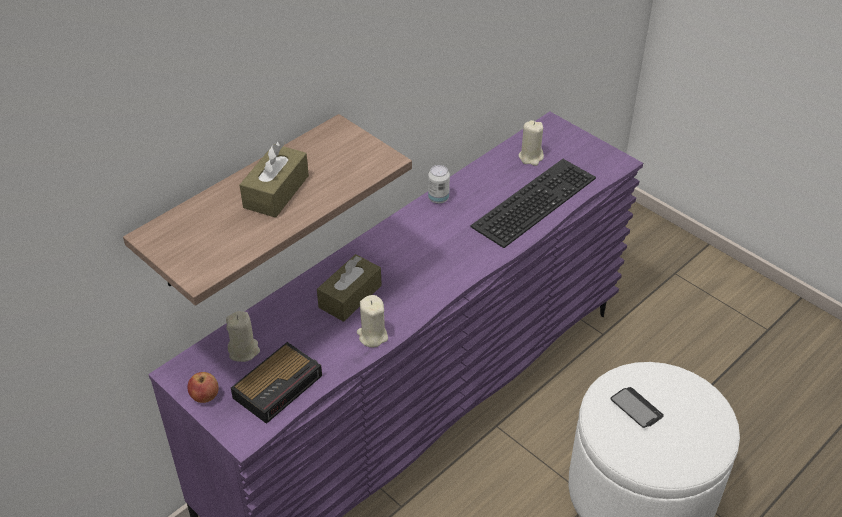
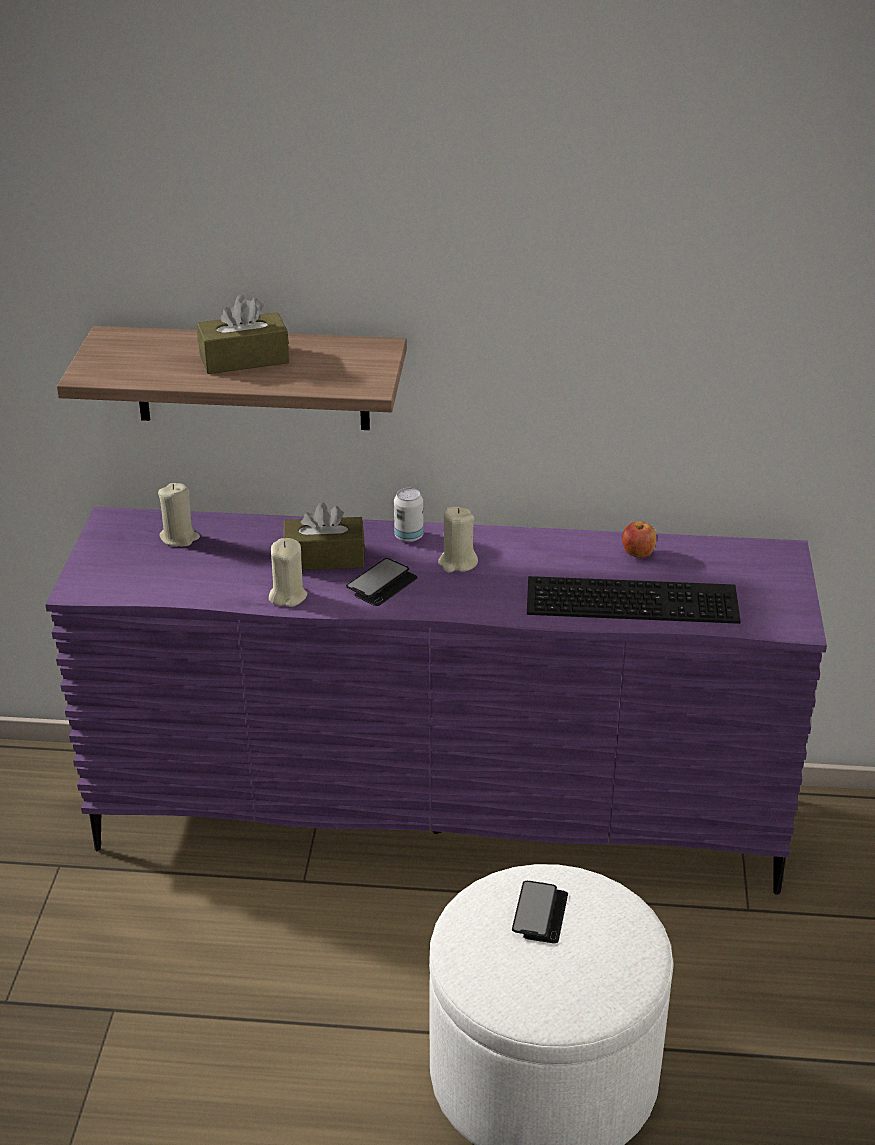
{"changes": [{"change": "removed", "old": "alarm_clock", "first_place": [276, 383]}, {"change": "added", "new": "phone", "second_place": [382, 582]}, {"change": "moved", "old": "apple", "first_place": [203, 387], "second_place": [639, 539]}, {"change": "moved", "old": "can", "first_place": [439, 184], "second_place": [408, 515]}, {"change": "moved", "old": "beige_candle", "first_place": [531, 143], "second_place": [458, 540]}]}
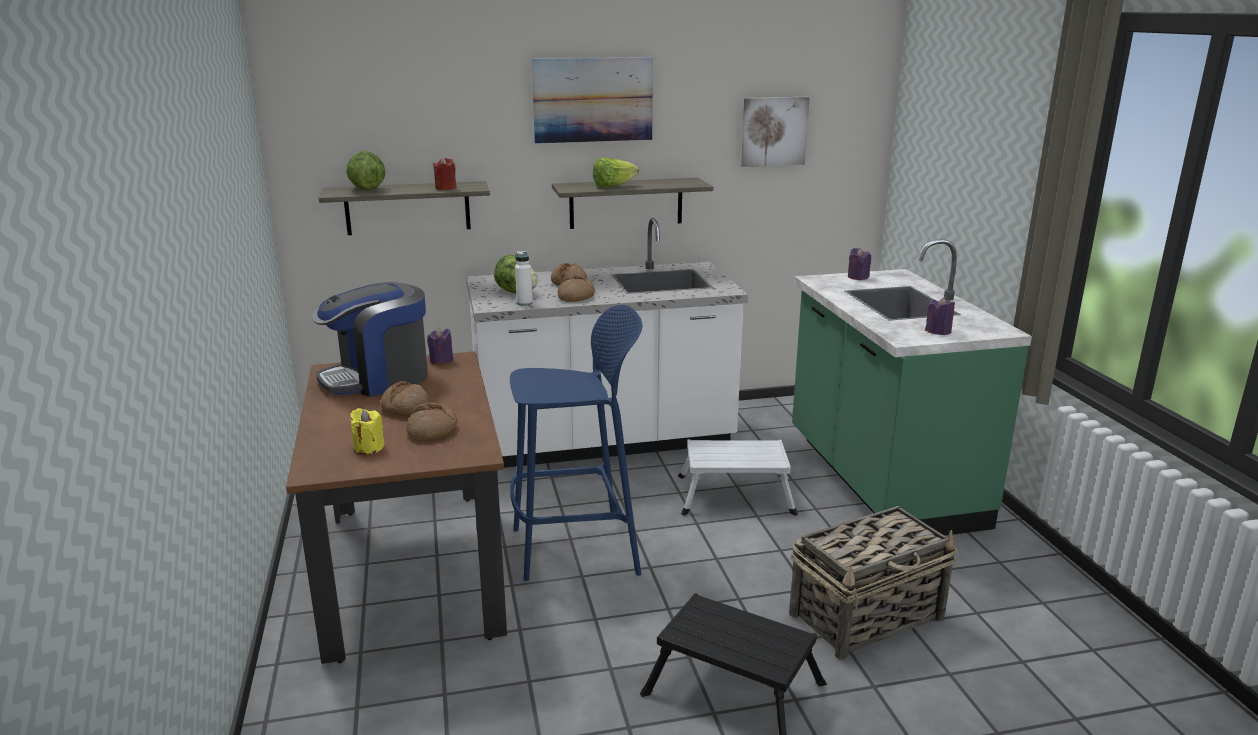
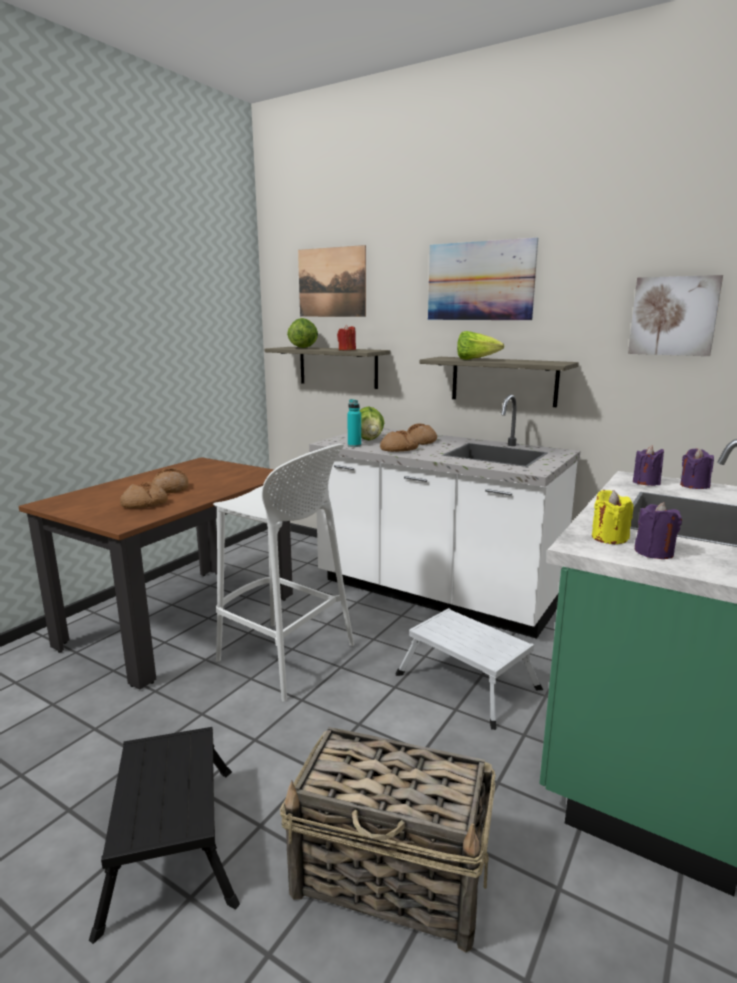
{"changes": [{"change": "removed", "old": "coffee_machine", "first_place": [370, 339]}, {"change": "added", "new": "picture", "second_place": [332, 281]}, {"change": "moved", "old": "yellow_candle", "first_place": [367, 431], "second_place": [612, 517]}, {"change": "moved", "old": "purple_candle", "first_place": [440, 346], "second_place": [648, 466]}, {"change": "recoloured", "old": "blue_stool", "new": "white_stool", "first_place": [576, 443], "second_place": [283, 573]}, {"change": "recoloured", "old": "white_bottle", "new": "turquoise_bottle", "first_place": [524, 278], "second_place": [354, 423]}]}
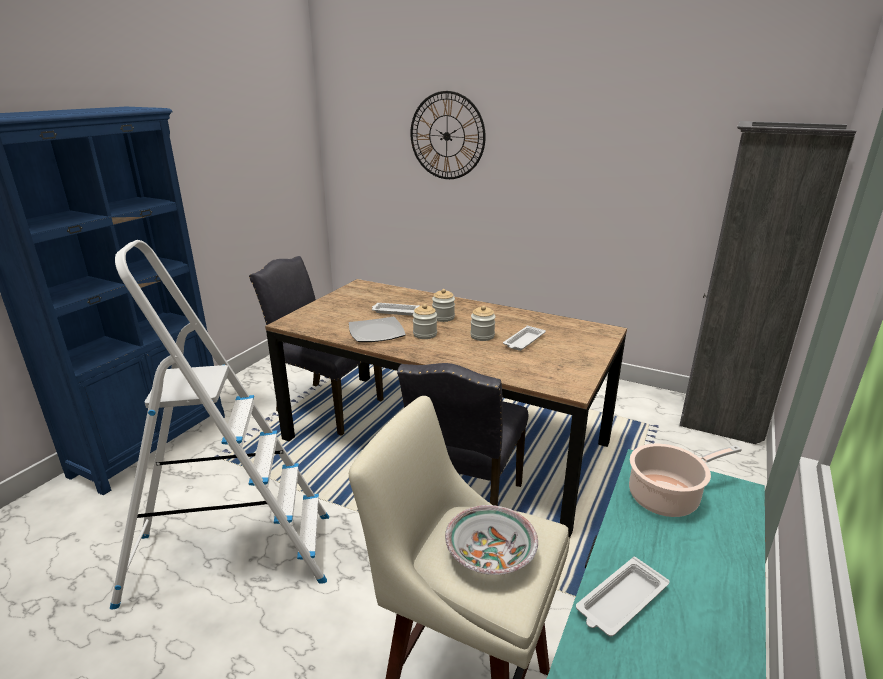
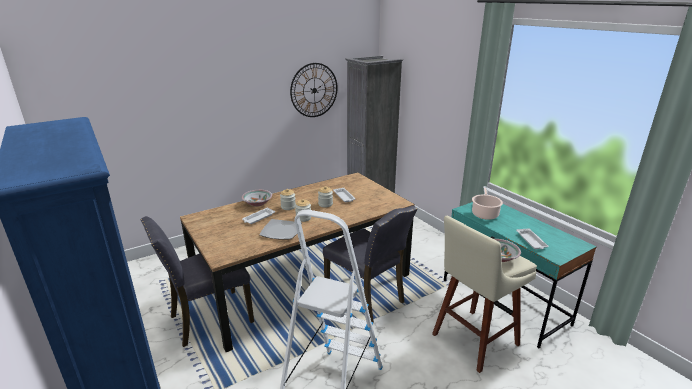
{"changes": [{"change": "added", "new": "bowl", "second_place": [257, 198]}, {"change": "moved", "old": "wall_clock", "first_place": [448, 135], "second_place": [314, 90]}]}
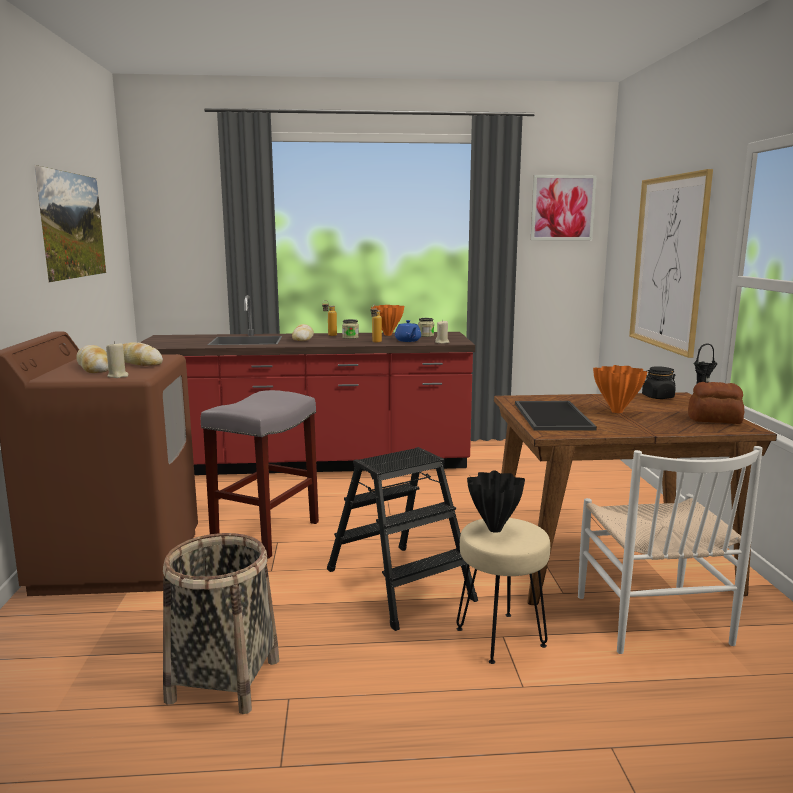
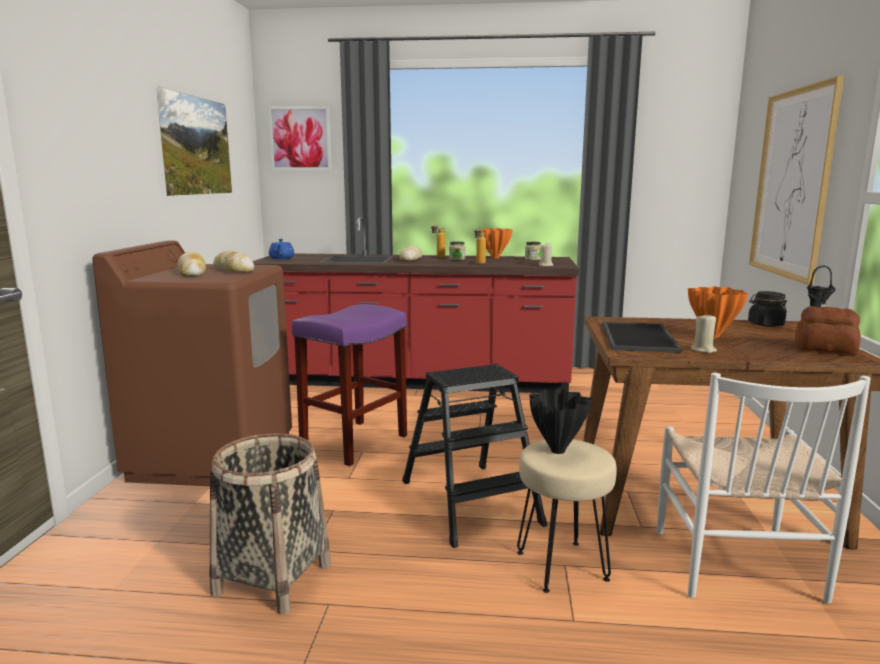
{"changes": [{"change": "moved", "old": "beige_candle", "first_place": [117, 359], "second_place": [704, 333]}, {"change": "moved", "old": "blue_teapot", "first_place": [408, 331], "second_place": [281, 249]}, {"change": "moved", "old": "picture", "first_place": [564, 207], "second_place": [300, 138]}, {"change": "recoloured", "old": "grey_stool", "new": "purple_stool", "first_place": [260, 474], "second_place": [349, 385]}]}
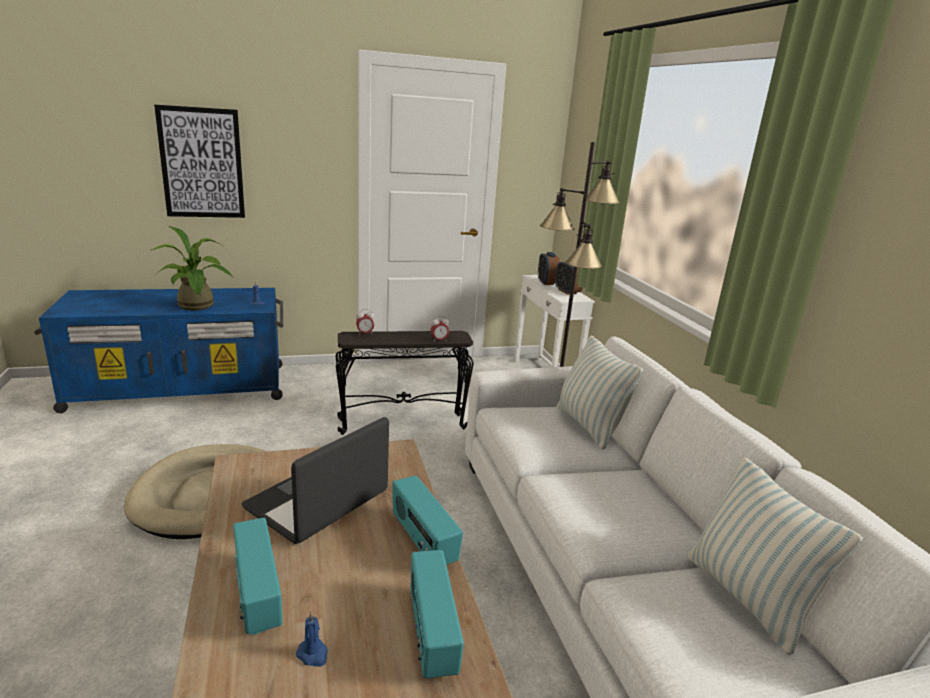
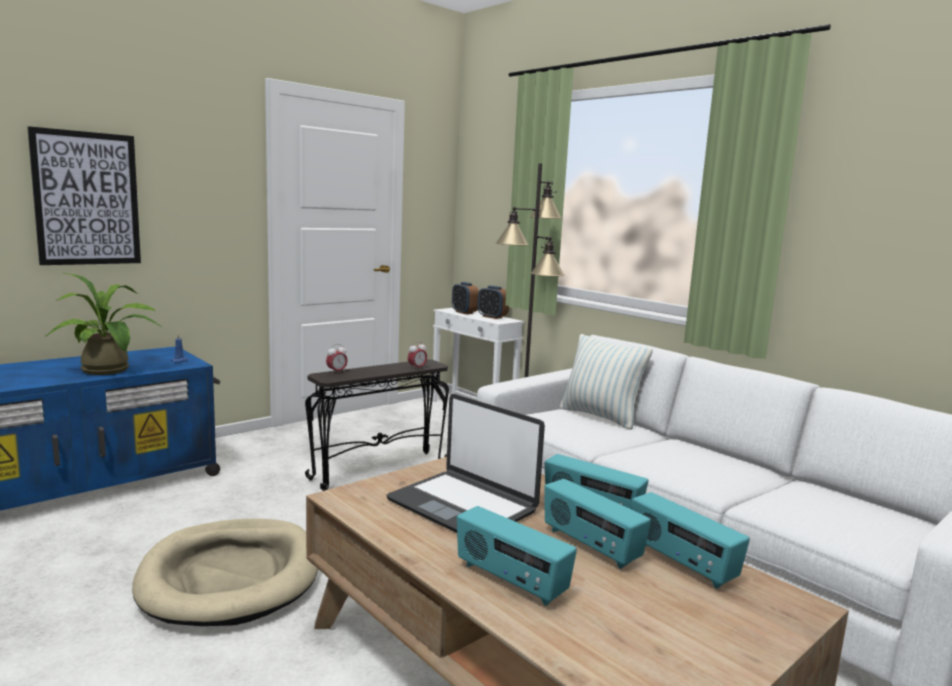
{"changes": [{"change": "removed", "old": "blue_candle", "first_place": [312, 639]}, {"change": "removed", "old": "pillow", "first_place": [775, 556]}, {"change": "added", "new": "radio", "second_place": [597, 524]}, {"change": "turned", "old": "laptop", "first_place": [315, 480], "second_place": [465, 463], "degrees": -60}]}
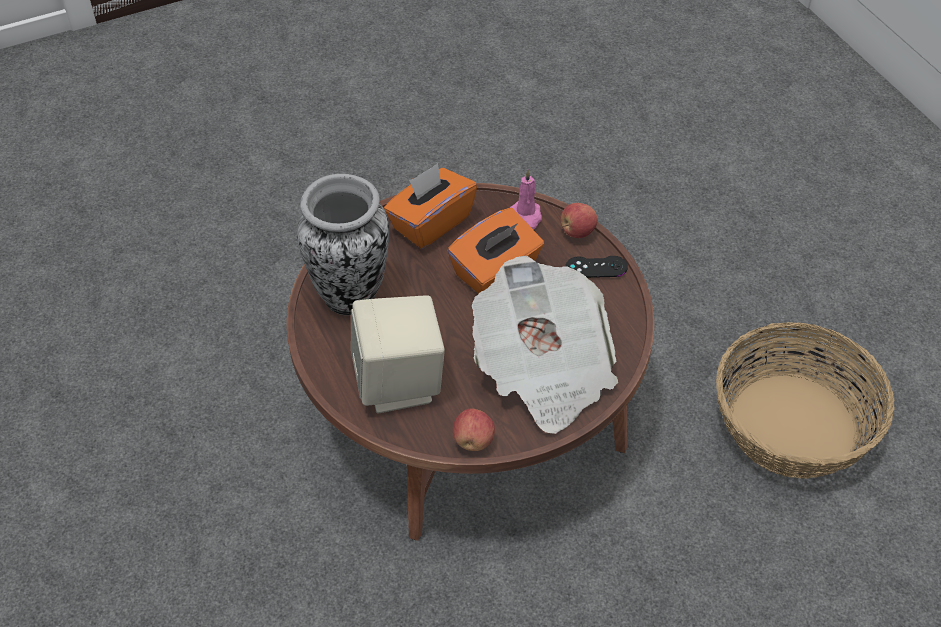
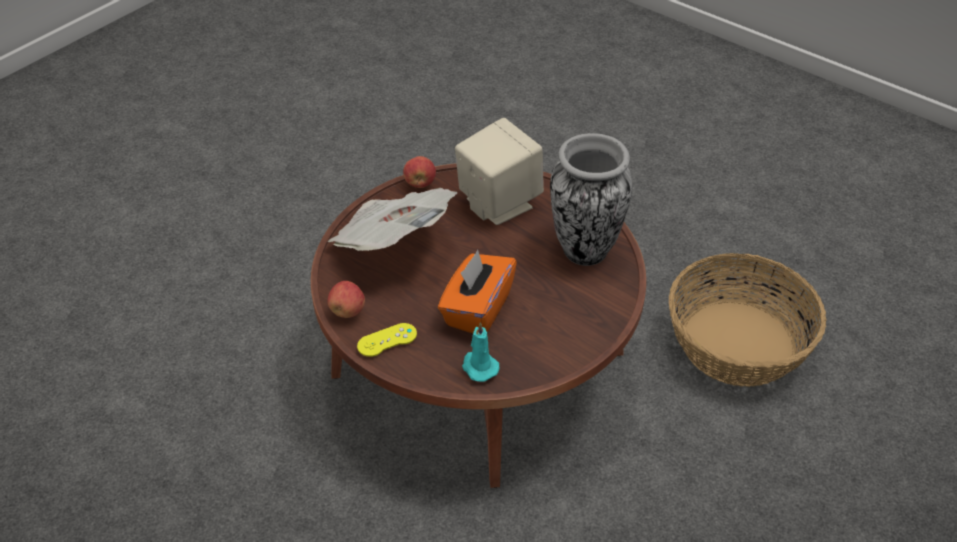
{"changes": [{"change": "removed", "old": "orange_tissue_box", "first_place": [430, 206]}, {"change": "moved", "old": "apple", "first_place": [579, 220], "second_place": [346, 299]}, {"change": "moved", "old": "basket", "first_place": [805, 400], "second_place": [748, 320]}, {"change": "recoloured", "old": "pink_candle", "new": "turquoise_candle", "first_place": [526, 200], "second_place": [481, 352]}, {"change": "recoloured", "old": "black_game_controller", "new": "yellow_game_controller", "first_place": [597, 267], "second_place": [387, 340]}]}
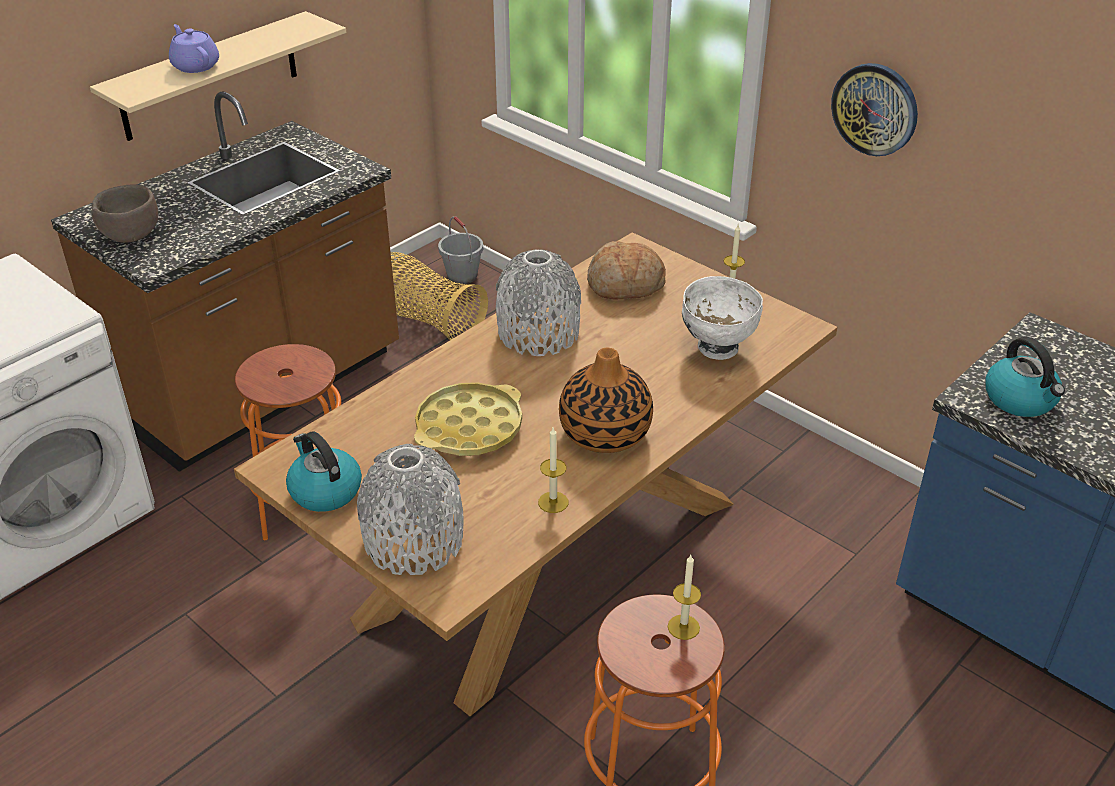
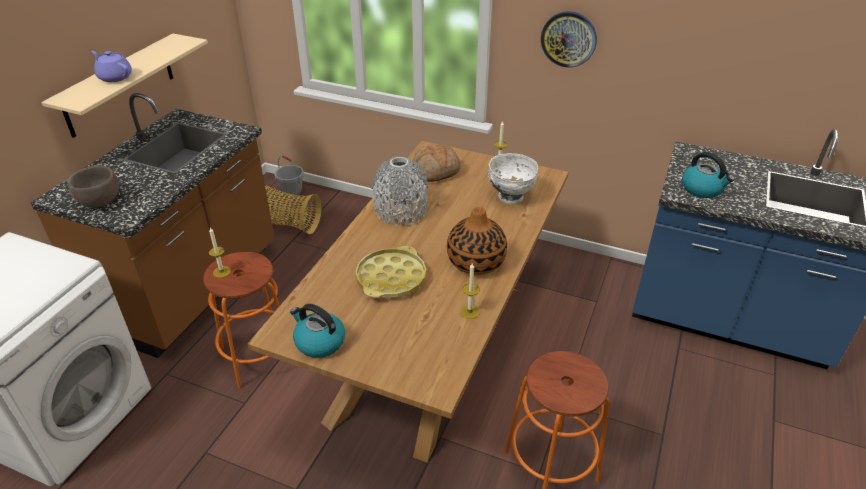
{"changes": [{"change": "removed", "old": "grey_vase", "first_place": [410, 509]}, {"change": "moved", "old": "candle", "first_place": [684, 597], "second_place": [220, 252]}]}
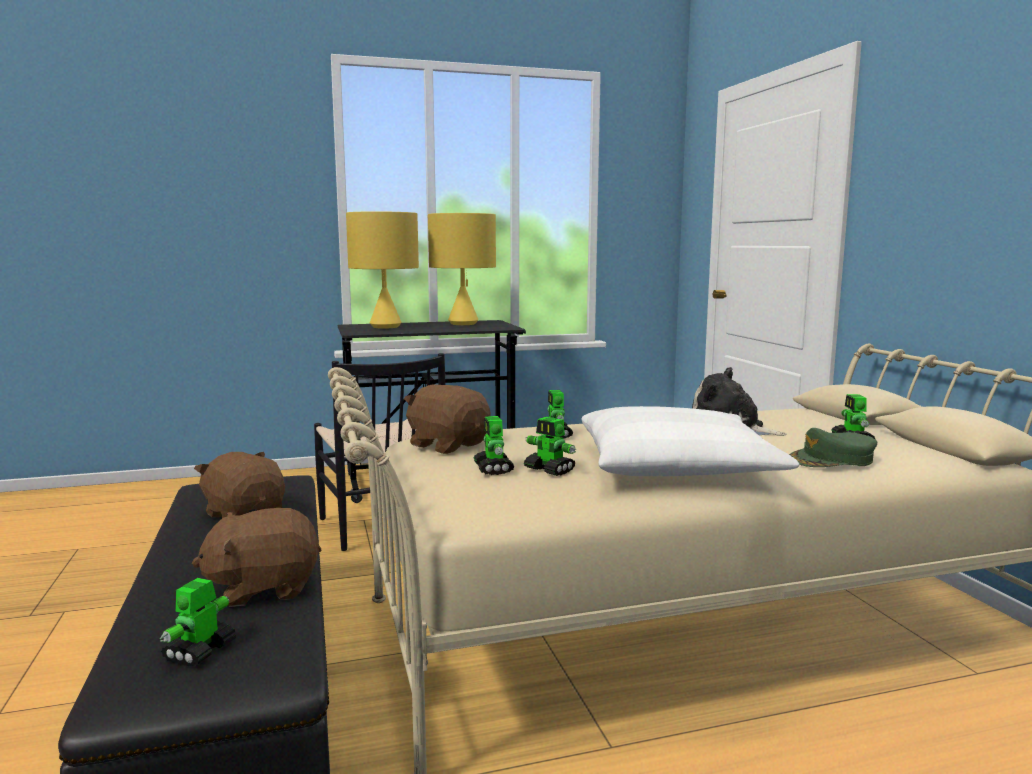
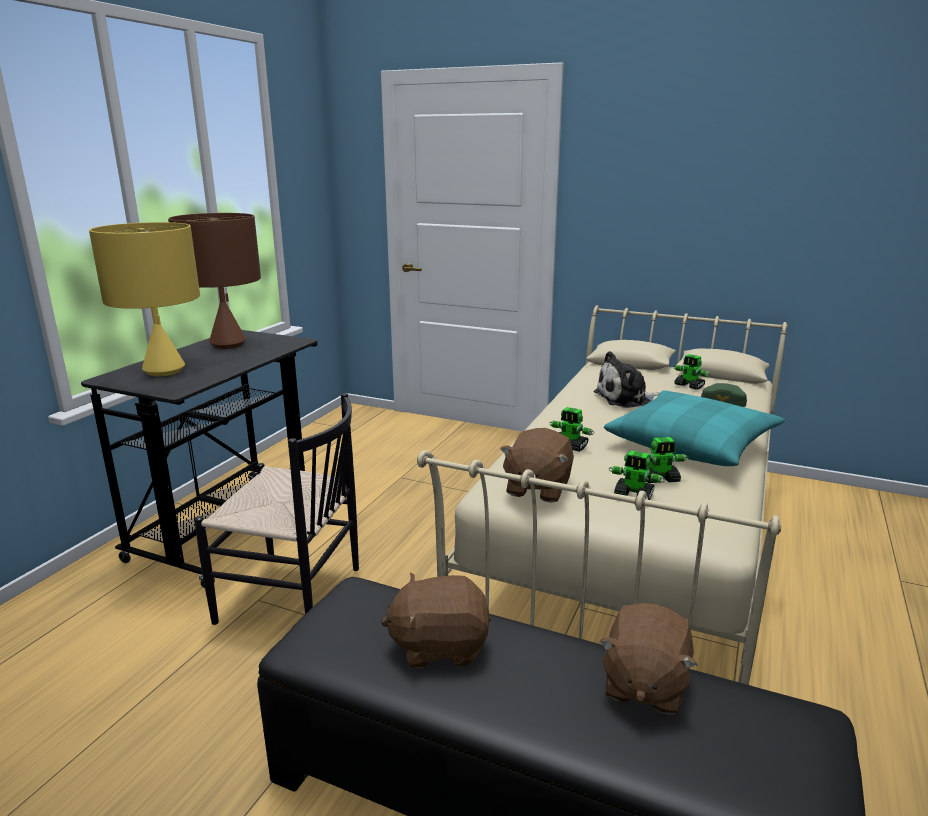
{"changes": [{"change": "removed", "old": "toy_robot", "first_place": [198, 622]}, {"change": "recoloured", "old": "yellow_table_lamp", "new": "brown_table_lamp", "first_place": [462, 269], "second_place": [214, 281]}, {"change": "recoloured", "old": "white_pillow", "new": "turquoise_pillow", "first_place": [690, 441], "second_place": [694, 428]}, {"change": "turned", "old": "brown_plush_toy", "first_place": [447, 419], "second_place": [537, 465], "degrees": -60}]}
